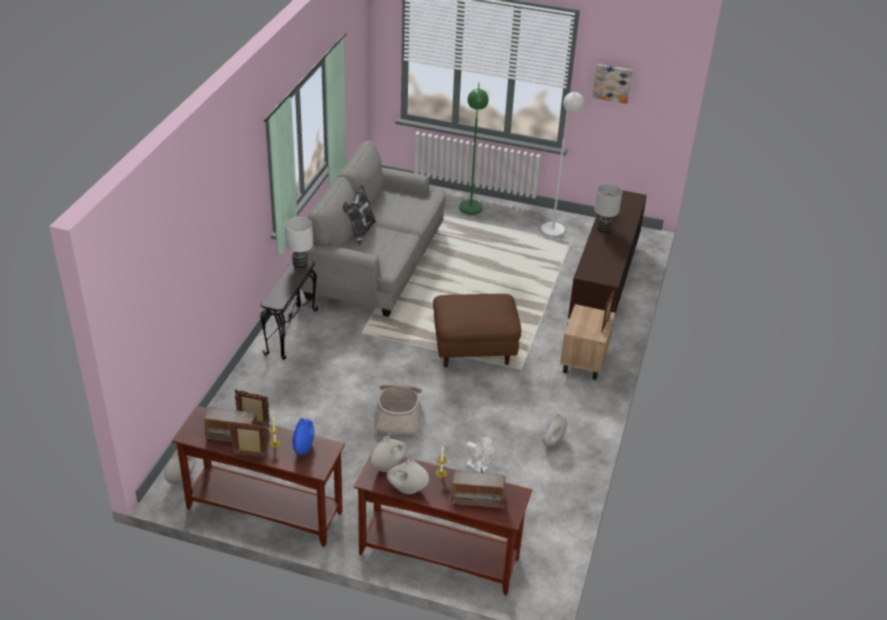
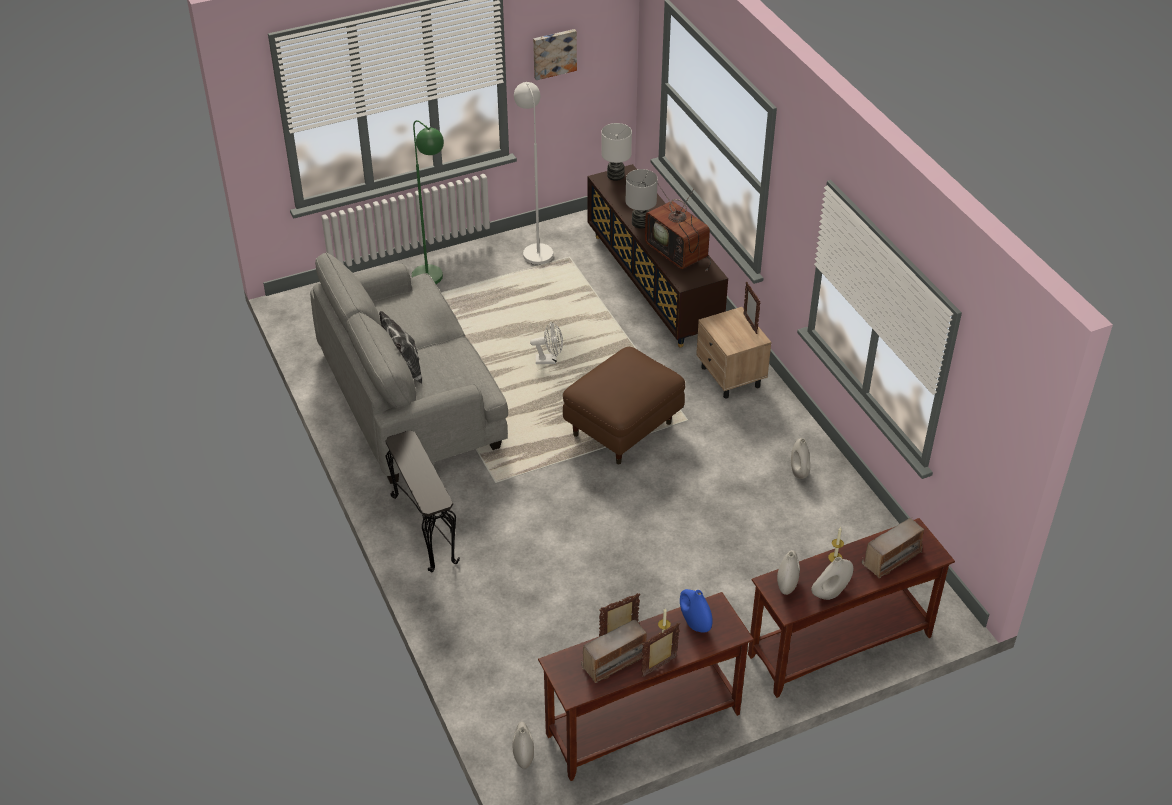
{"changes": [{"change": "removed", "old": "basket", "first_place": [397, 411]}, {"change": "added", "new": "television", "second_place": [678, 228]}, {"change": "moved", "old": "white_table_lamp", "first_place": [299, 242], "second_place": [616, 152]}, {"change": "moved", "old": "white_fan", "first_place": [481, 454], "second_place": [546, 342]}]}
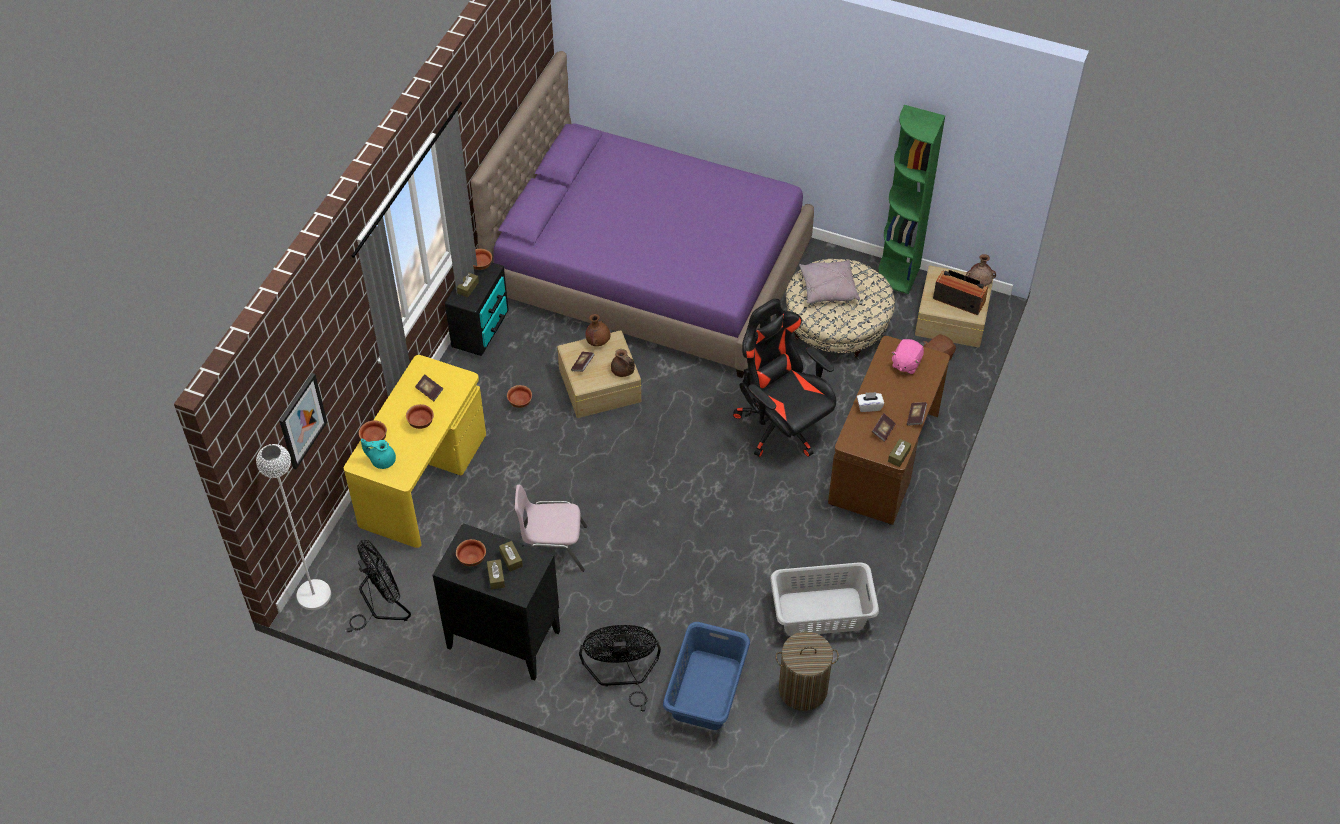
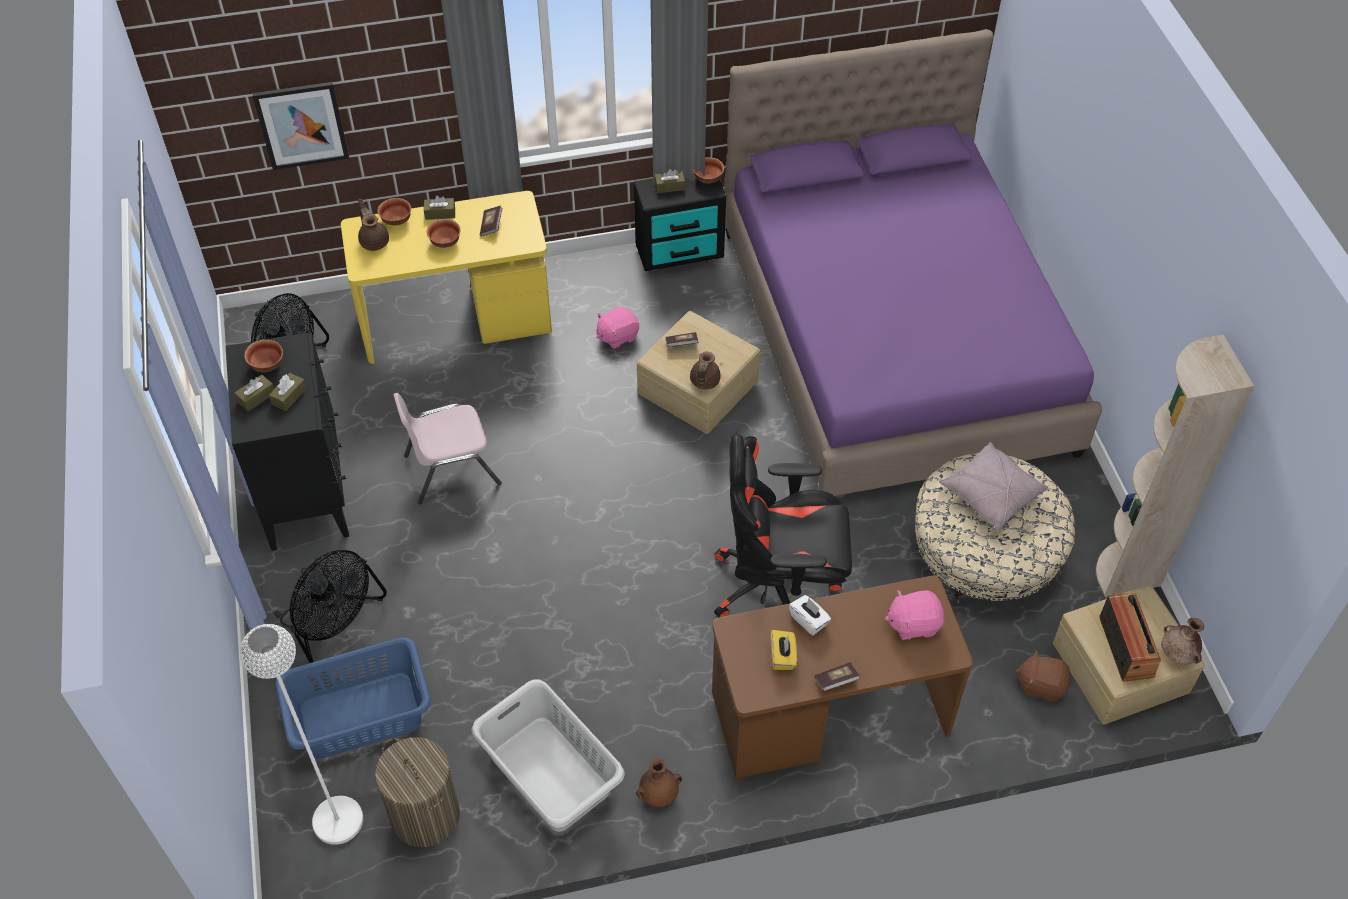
{"changes": [{"change": "moved", "old": "white_floor_lamp", "first_place": [293, 527], "second_place": [301, 734]}, {"change": "moved", "old": "brown_vase", "first_place": [598, 330], "second_place": [659, 782]}, {"change": "moved", "old": "brown_tissue_box", "first_place": [899, 453], "second_place": [439, 208]}, {"change": "replaced", "old": "bowl", "new": "pink_plush_toy", "first_place": [519, 396], "second_place": [617, 328]}, {"change": "replaced", "old": "book", "new": "yellow_tissue_box", "first_place": [884, 428], "second_place": [784, 650]}, {"change": "recoloured", "old": "turquoise_teapot", "new": "brown_teapot", "first_place": [378, 454], "second_place": [373, 225]}, {"change": "recoloured", "old": "green_bookcase", "new": "beige_bookcase", "first_place": [912, 199], "second_place": [1175, 466]}, {"change": "turned", "old": "pink_chair", "first_place": [551, 528], "second_place": [447, 448], "degrees": -75}, {"change": "turned", "old": "black_fan", "first_place": [620, 668], "second_place": [330, 606], "degrees": 75}, {"change": "turned", "old": "black_office_chair", "first_place": [784, 378], "second_place": [783, 525], "degrees": -105}]}
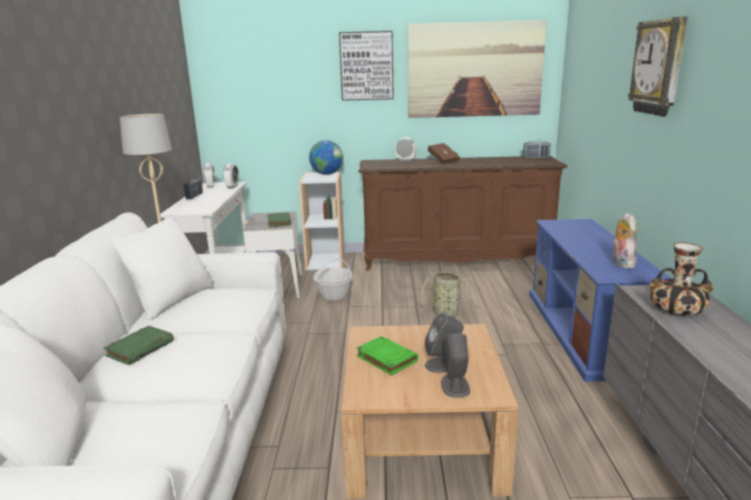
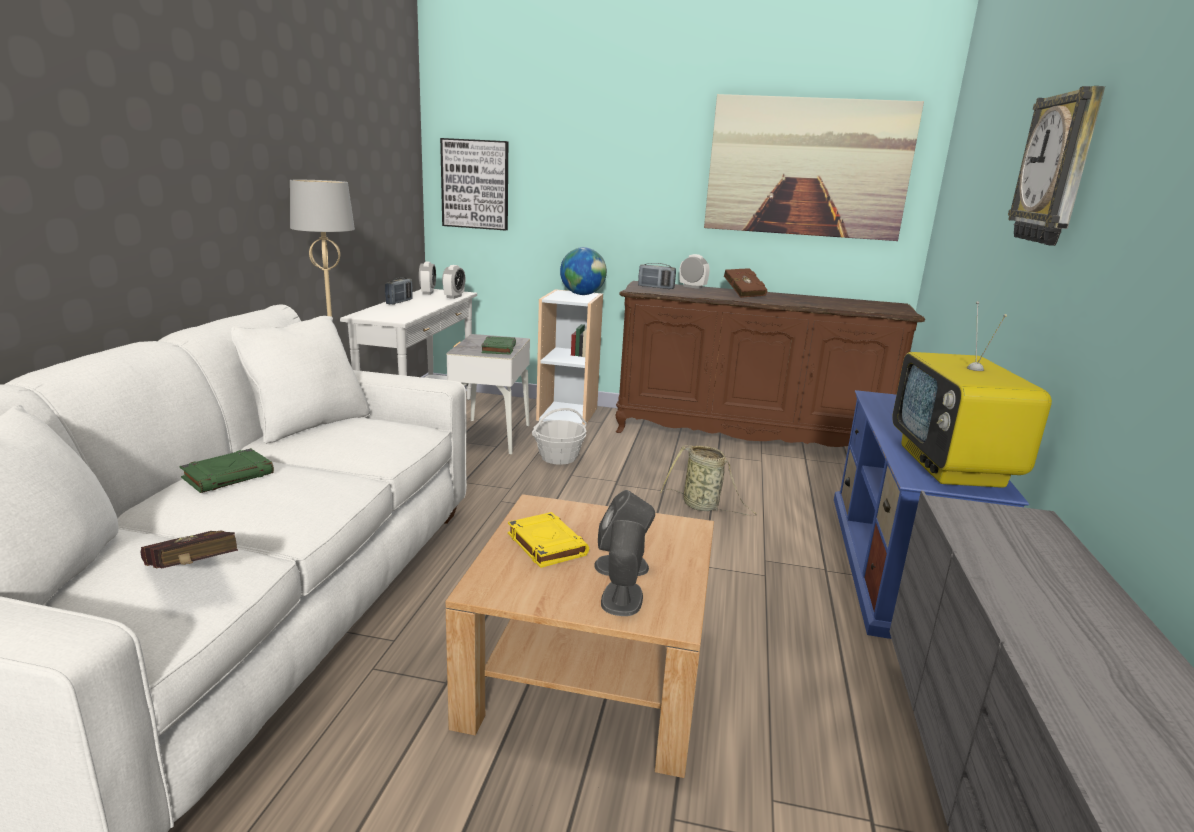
{"changes": [{"change": "removed", "old": "vase", "first_place": [681, 279]}, {"change": "added", "new": "red_book", "second_place": [189, 549]}, {"change": "moved", "old": "picture", "first_place": [366, 66], "second_place": [474, 184]}, {"change": "moved", "old": "radio", "first_place": [537, 149], "second_place": [657, 276]}, {"change": "replaced", "old": "plush_toy", "new": "television", "first_place": [625, 241], "second_place": [972, 394]}, {"change": "recoloured", "old": "green_book", "new": "yellow_book", "first_place": [387, 355], "second_place": [548, 540]}]}
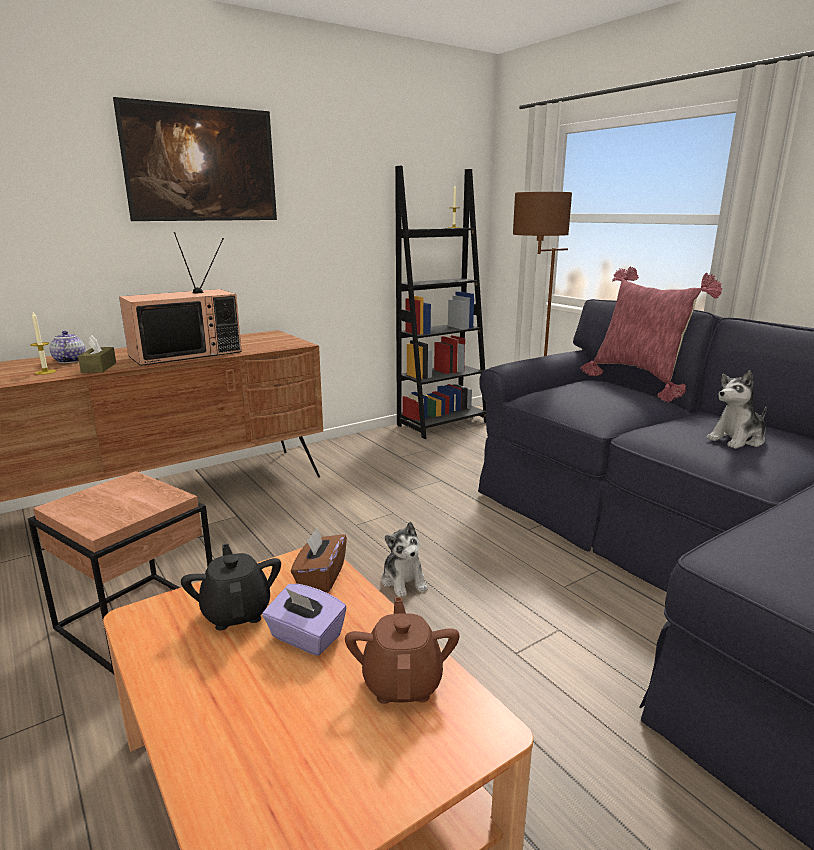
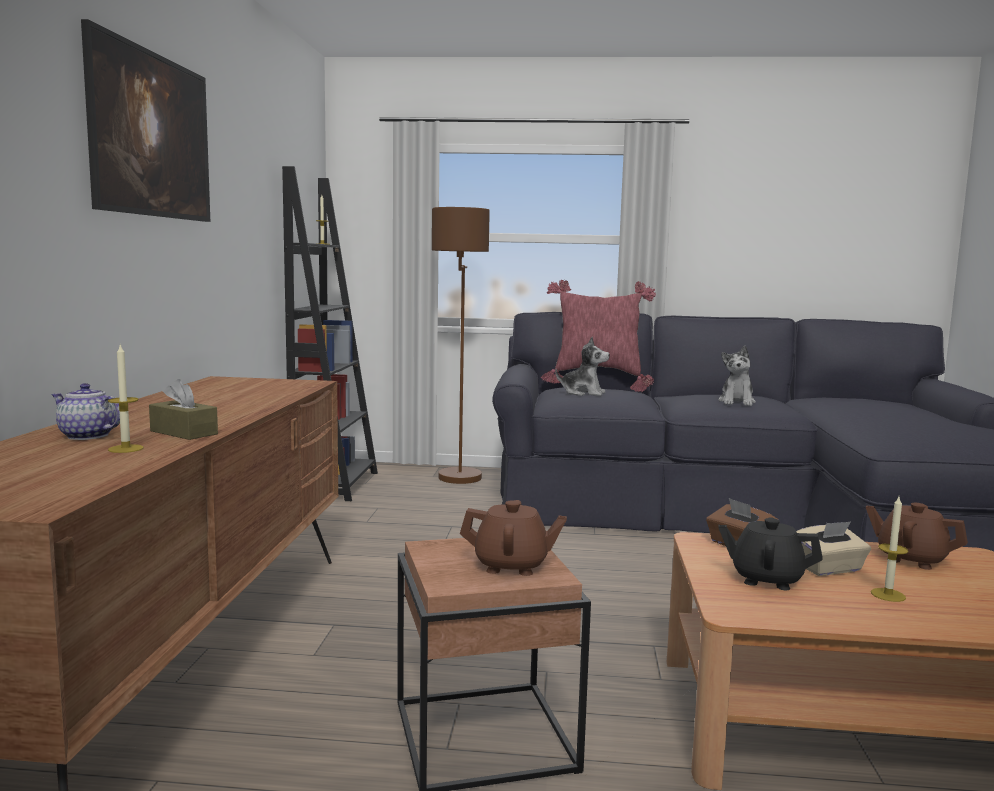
{"changes": [{"change": "removed", "old": "television", "first_place": [180, 299]}, {"change": "added", "new": "brown_teapot", "second_place": [513, 538]}, {"change": "added", "new": "candle", "second_place": [890, 549]}, {"change": "moved", "old": "plush_toy", "first_place": [405, 559], "second_place": [582, 366]}, {"change": "recoloured", "old": "purple_tissue_box", "new": "beige_tissue_box", "first_place": [304, 620], "second_place": [833, 548]}]}
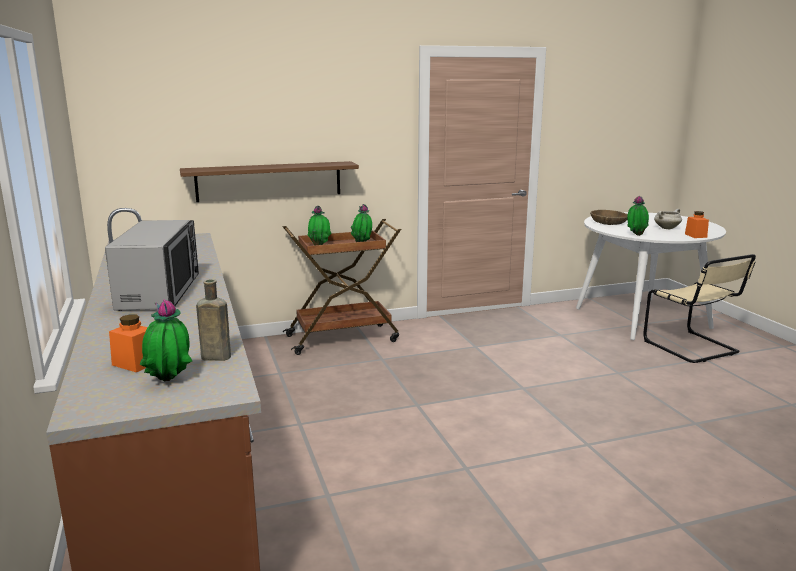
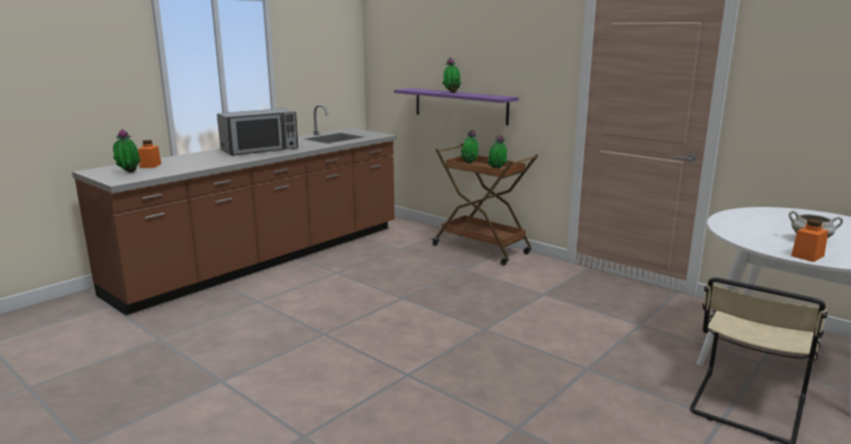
{"changes": [{"change": "removed", "old": "brown_bottle", "first_place": [213, 320]}, {"change": "removed", "old": "brown_bowl", "first_place": [609, 217]}, {"change": "moved", "old": "potted_plant", "first_place": [638, 216], "second_place": [451, 75]}, {"change": "recoloured", "old": "brown_shelf", "new": "purple_shelf", "first_place": [269, 181], "second_place": [456, 106]}]}
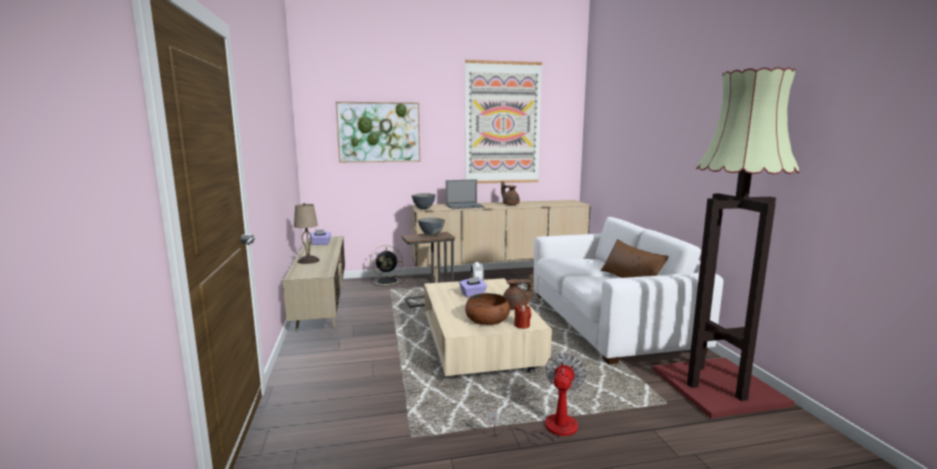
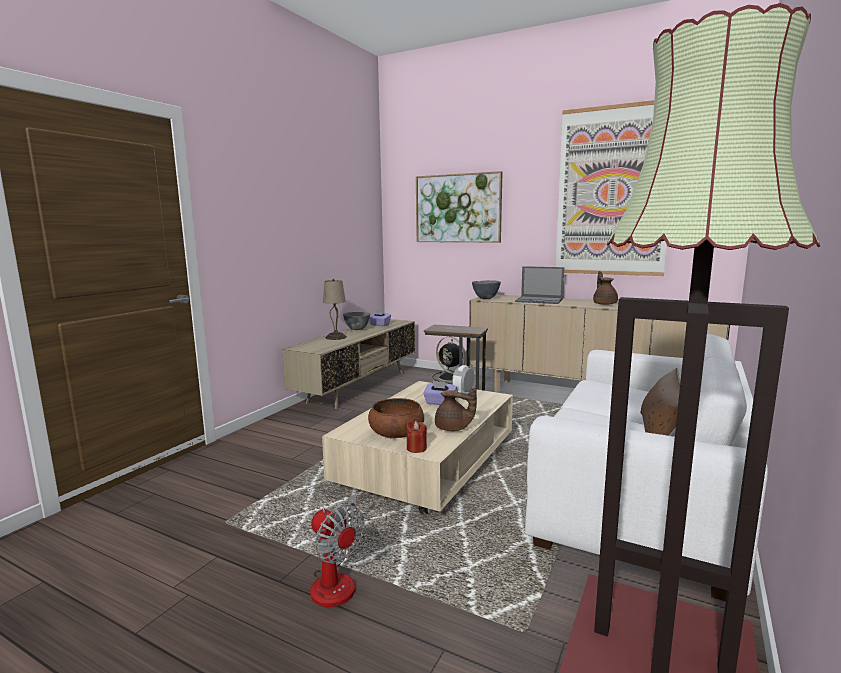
{"changes": [{"change": "moved", "old": "grey_bowl", "first_place": [431, 227], "second_place": [356, 321]}, {"change": "turned", "old": "fan", "first_place": [537, 398], "second_place": [337, 550], "degrees": 75}]}
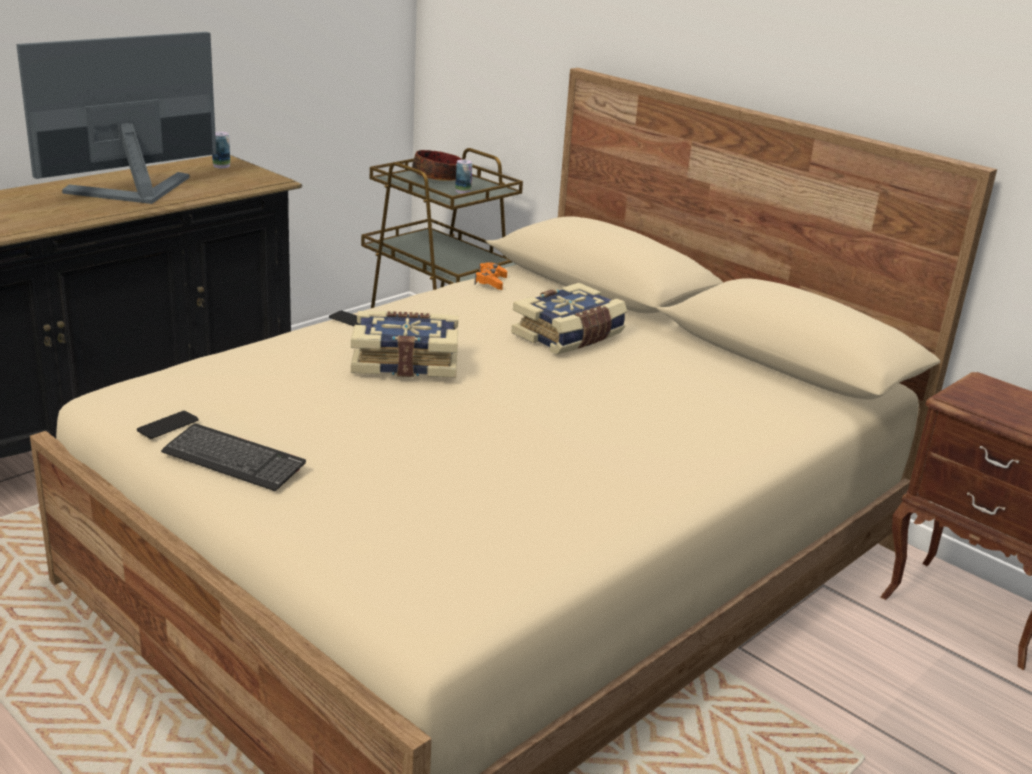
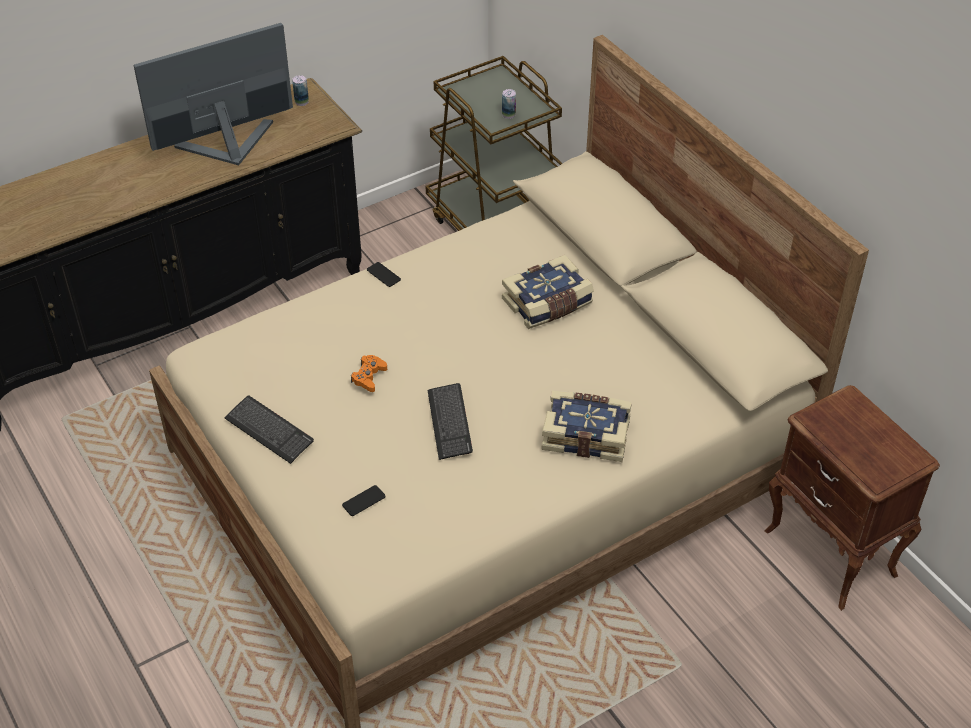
{"changes": [{"change": "removed", "old": "bowl", "first_place": [437, 165]}, {"change": "added", "new": "keyboard", "second_place": [450, 421]}, {"change": "moved", "old": "phone", "first_place": [168, 424], "second_place": [364, 500]}, {"change": "moved", "old": "book", "first_place": [404, 344], "second_place": [586, 426]}, {"change": "moved", "old": "orange_game_controller", "first_place": [490, 276], "second_place": [369, 373]}]}
